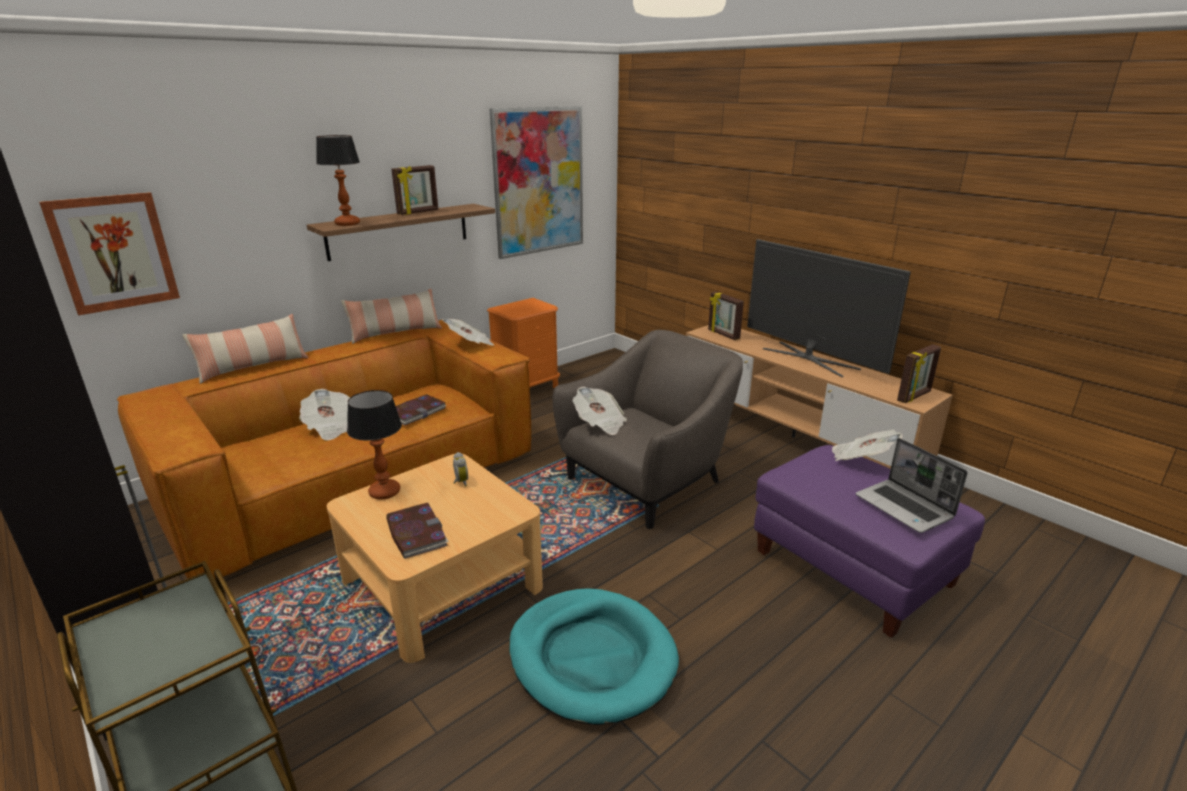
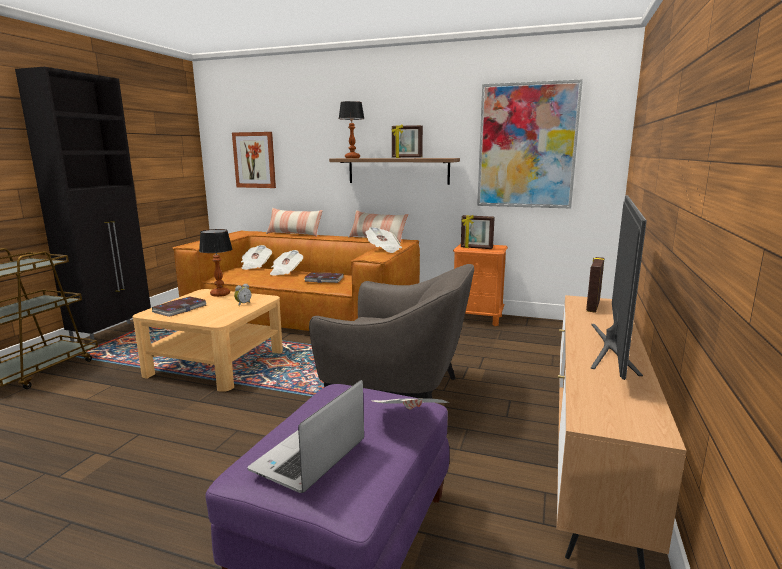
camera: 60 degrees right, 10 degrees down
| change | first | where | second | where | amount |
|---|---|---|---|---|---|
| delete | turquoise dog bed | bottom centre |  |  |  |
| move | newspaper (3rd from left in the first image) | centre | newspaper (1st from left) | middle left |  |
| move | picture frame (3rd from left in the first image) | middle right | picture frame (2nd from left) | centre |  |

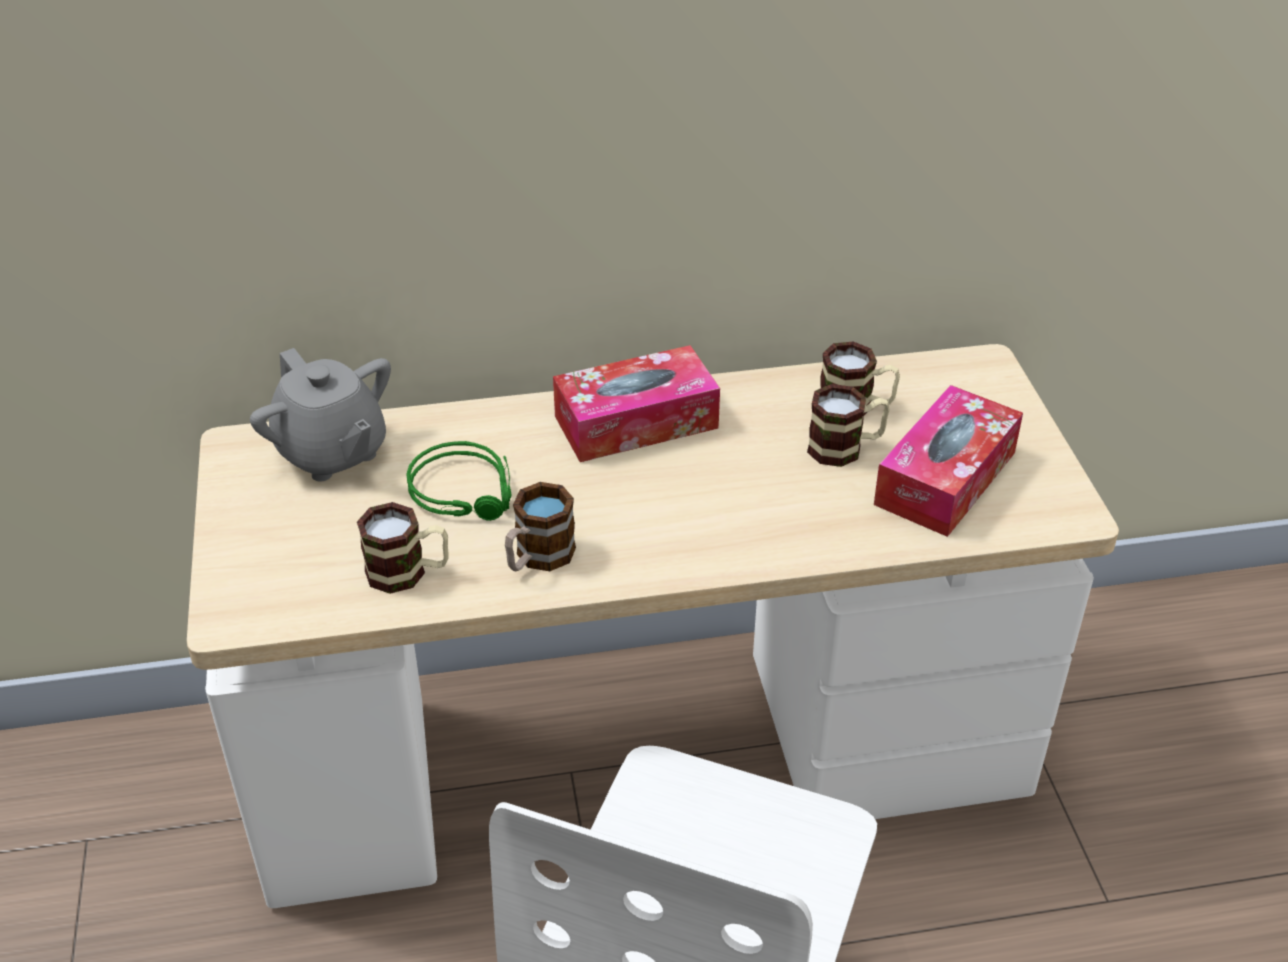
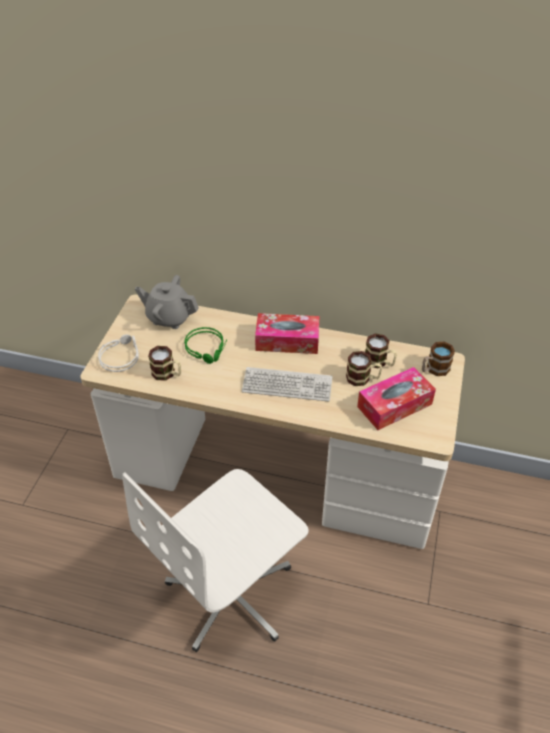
camera: 25 degrees right, 5 degrees up
| change | first | where | second | where | amount |
|---|---|---|---|---|---|
| rotate | grey teapot | middle left |  | middle left | 120 degrees clockwise |
| move | mug (2nd from left in the first image) | centre | mug (4th from left) | middle right |  |
| insert |  |  | grey headphones | middle left |  |
| insert |  |  | keyboard | centre |  |

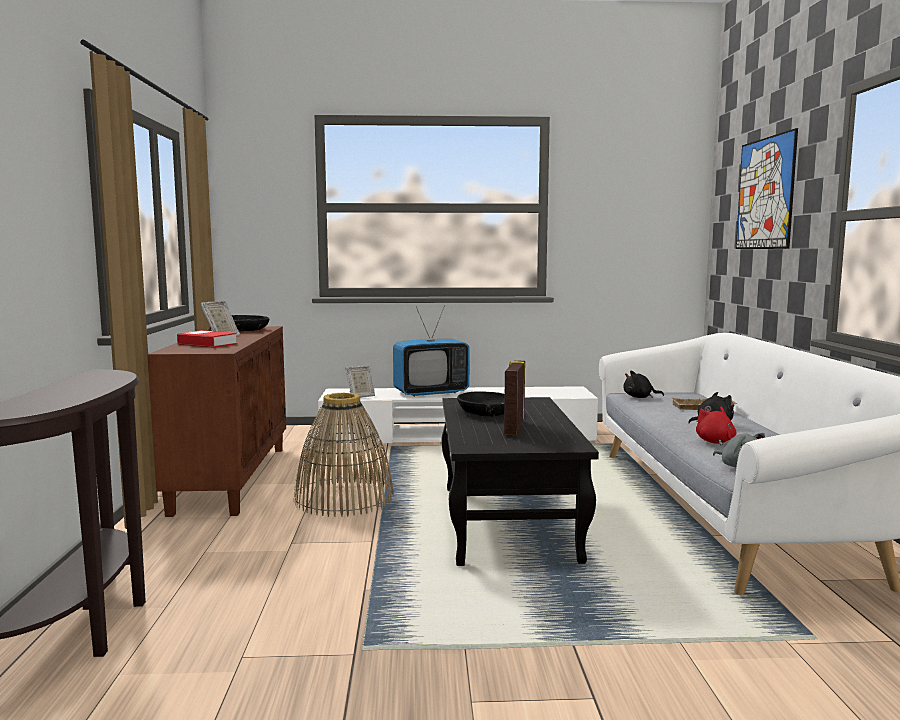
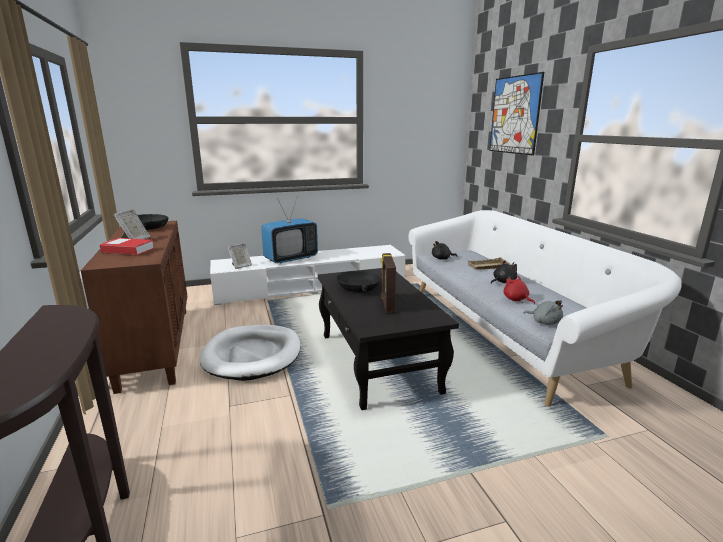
camera: 15 degrees left, 10 degrees up
| change | first | where | second | where | amount |
|---|---|---|---|---|---|
| replace | basket | centre | white dog bed | centre |  |

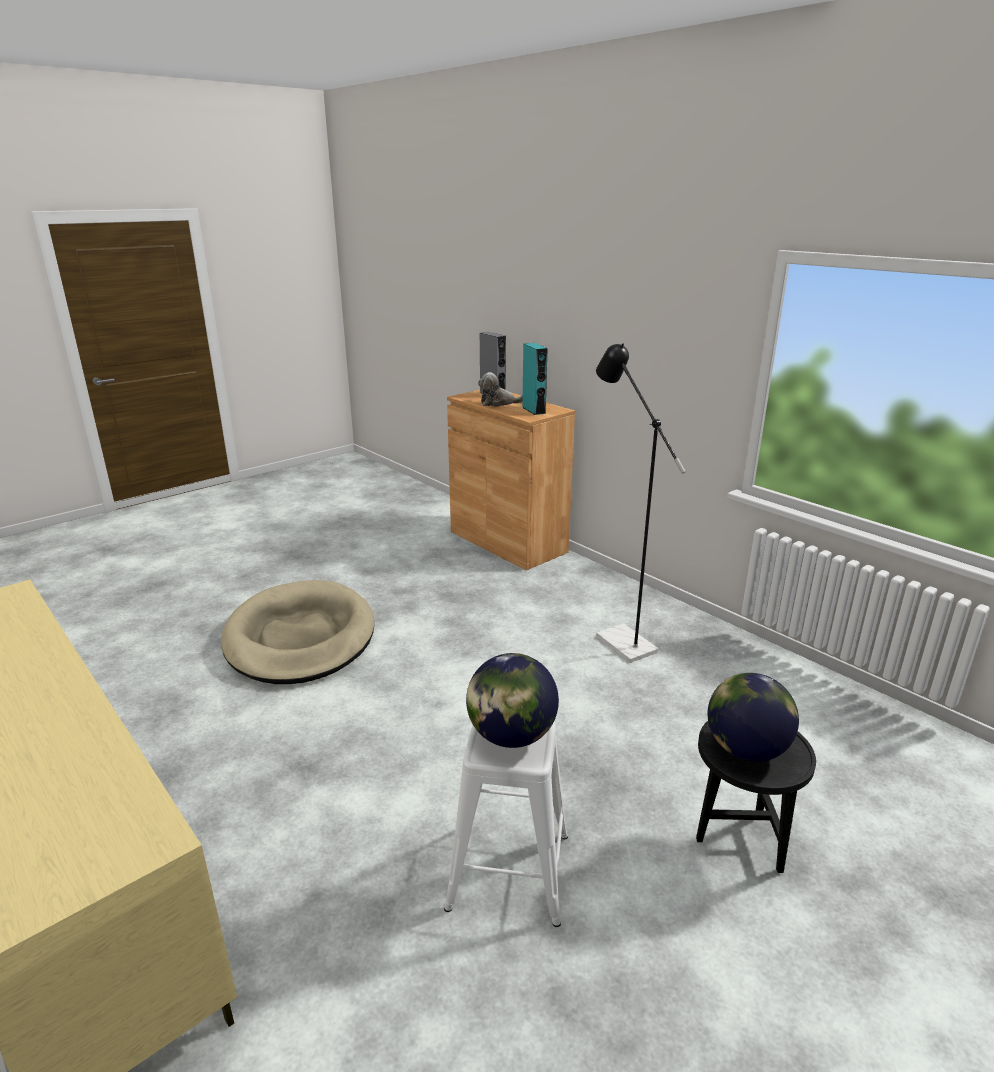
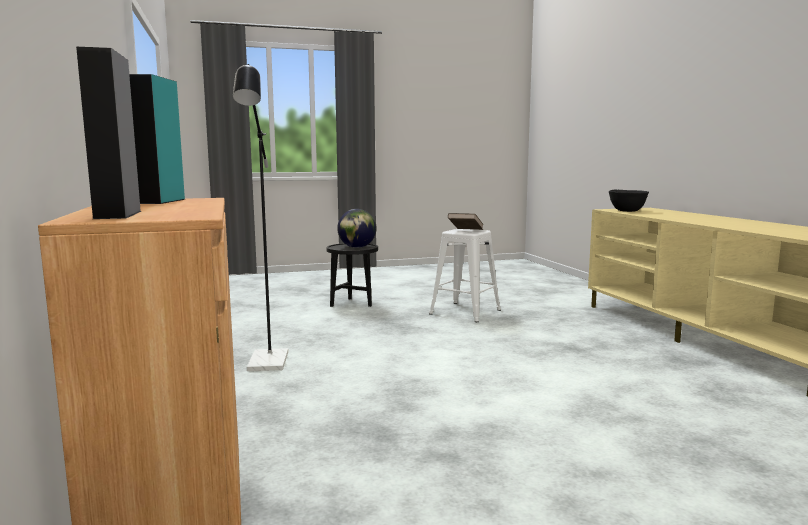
camera: 155 degrees left, 15 degrees down
| change | first | where | second | where | amount |
|---|---|---|---|---|---|
| delete | beige dog bed | middle left |  |  |  |
| replace | globe (1st from left) | centre | brown book | centre |  |
| delete | plush toy | centre |  |  |  |
| insert |  |  | black bowl | middle right |  |

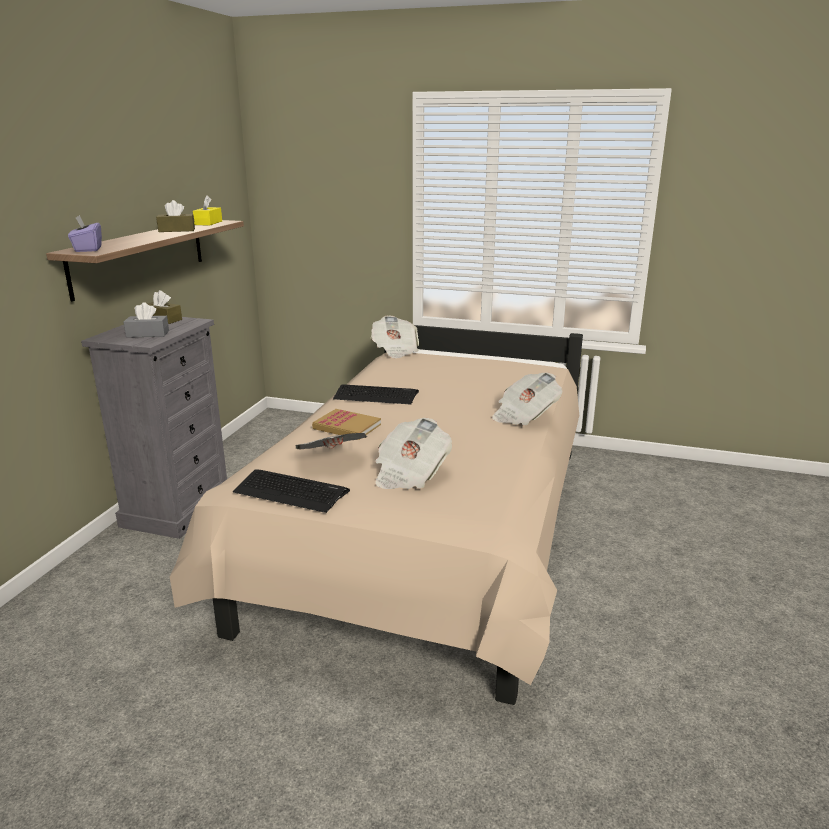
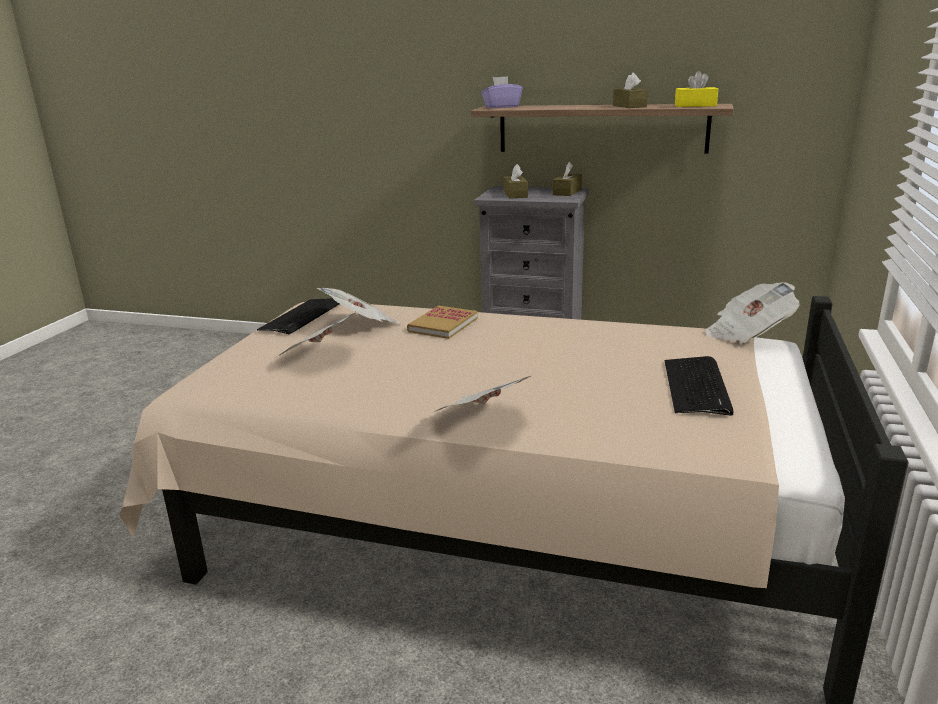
camera: 90 degrees right, 0 degrees up
| change | first | where | second | where | amount |
|---|---|---|---|---|---|
| recolor | grey tissue box | middle left | brown tissue box (1st from left) | top centre |  |
| move | keyboard (2nd from left) | centre |  | middle right |  |

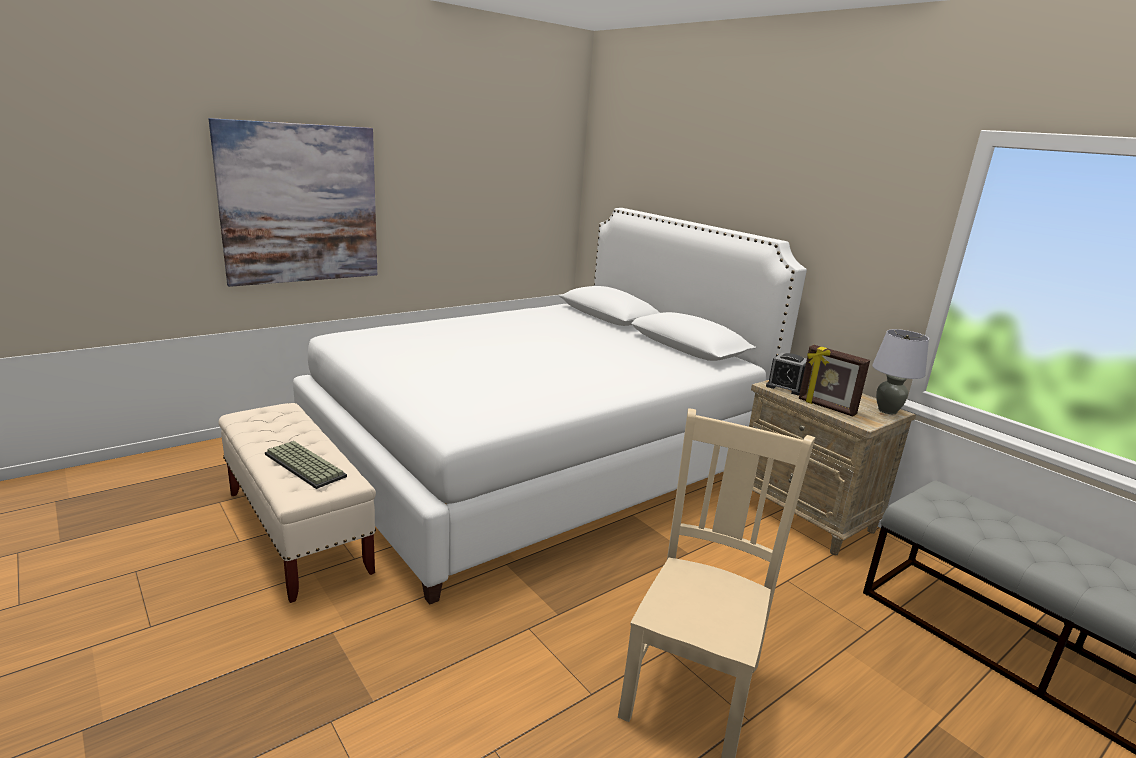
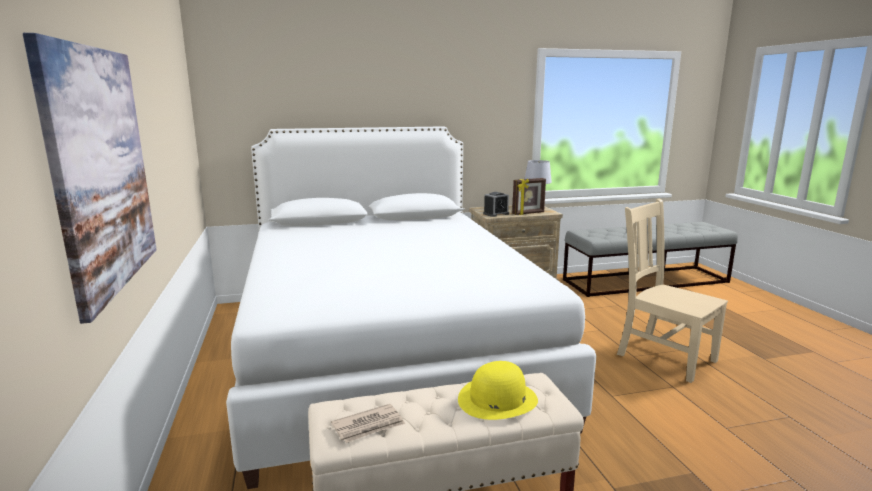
camera: 65 degrees left, 5 degrees down
| change | first | where | second | where | amount |
|---|---|---|---|---|---|
| replace | keyboard | middle left | yellow hat | bottom centre |  |
| insert |  |  | newspaper | bottom centre |  |

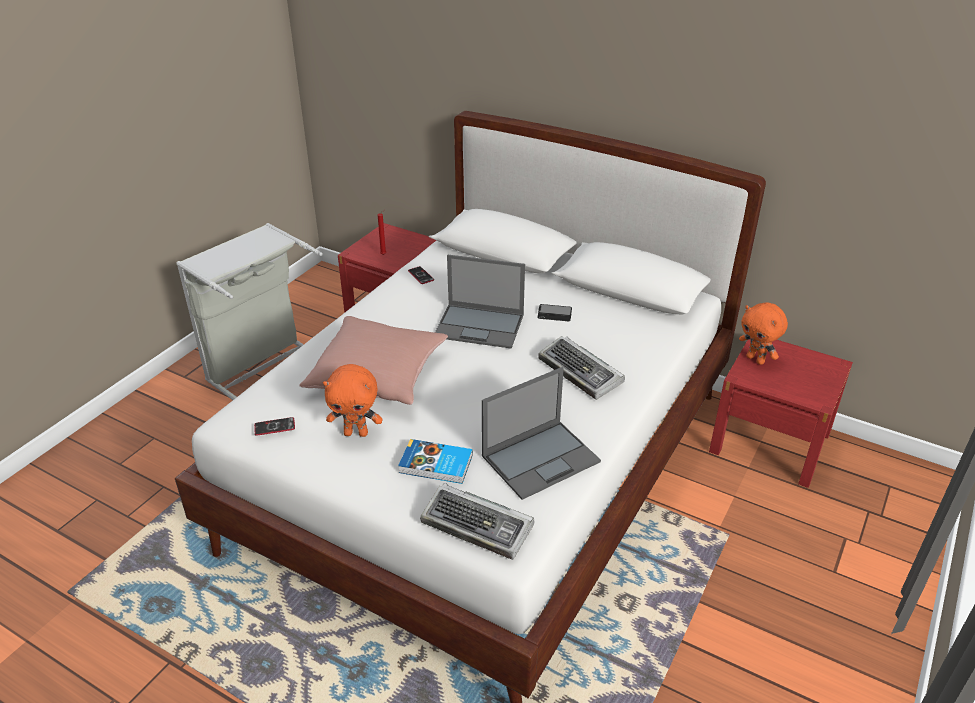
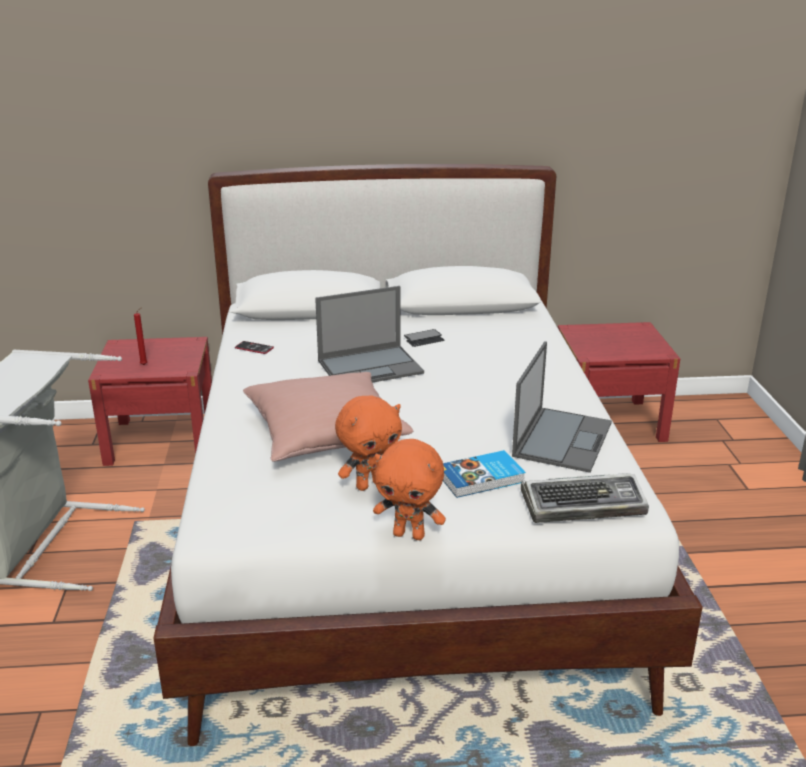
camera: 35 degrees left, 10 degrees down
| change | first | where | second | where | amount |
|---|---|---|---|---|---|
| delete | phone (1st from left) | middle left |  |  |  |
| delete | keyboard (2nd from left) | centre |  |  |  |
| move | orange plush toy (2nd from left) | middle right |  | centre |  |

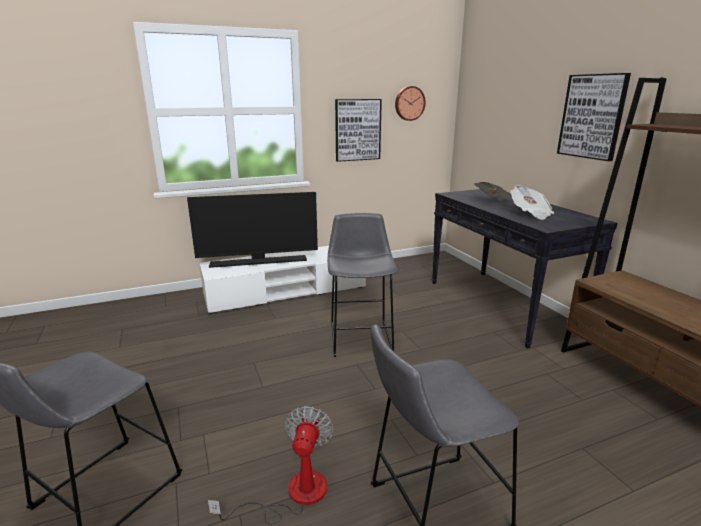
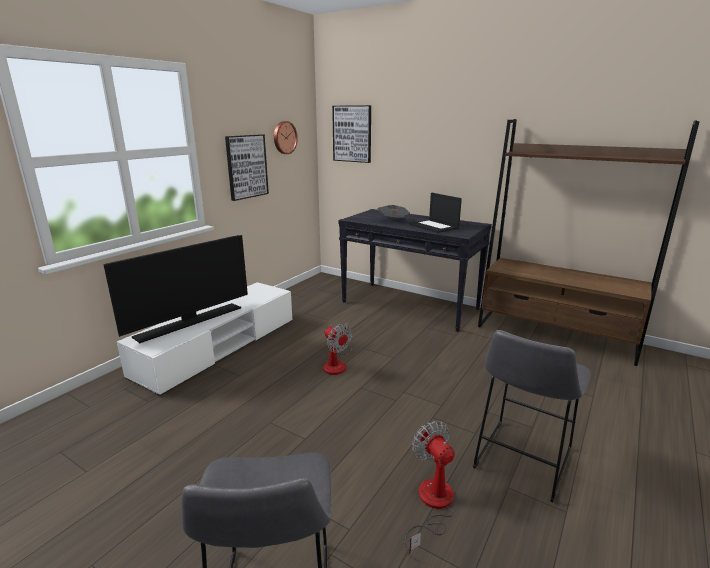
camera: 35 degrees left, 0 degrees up
| change | first | where | second | where | amount |
|---|---|---|---|---|---|
| replace | grey stool (2nd from left) | centre | fan (1st from left) | centre |  |
| replace | newspaper (2nd from left) | middle right | laptop | centre |  |
| move | picture (2nd from left) | top right |  | top centre |  |

